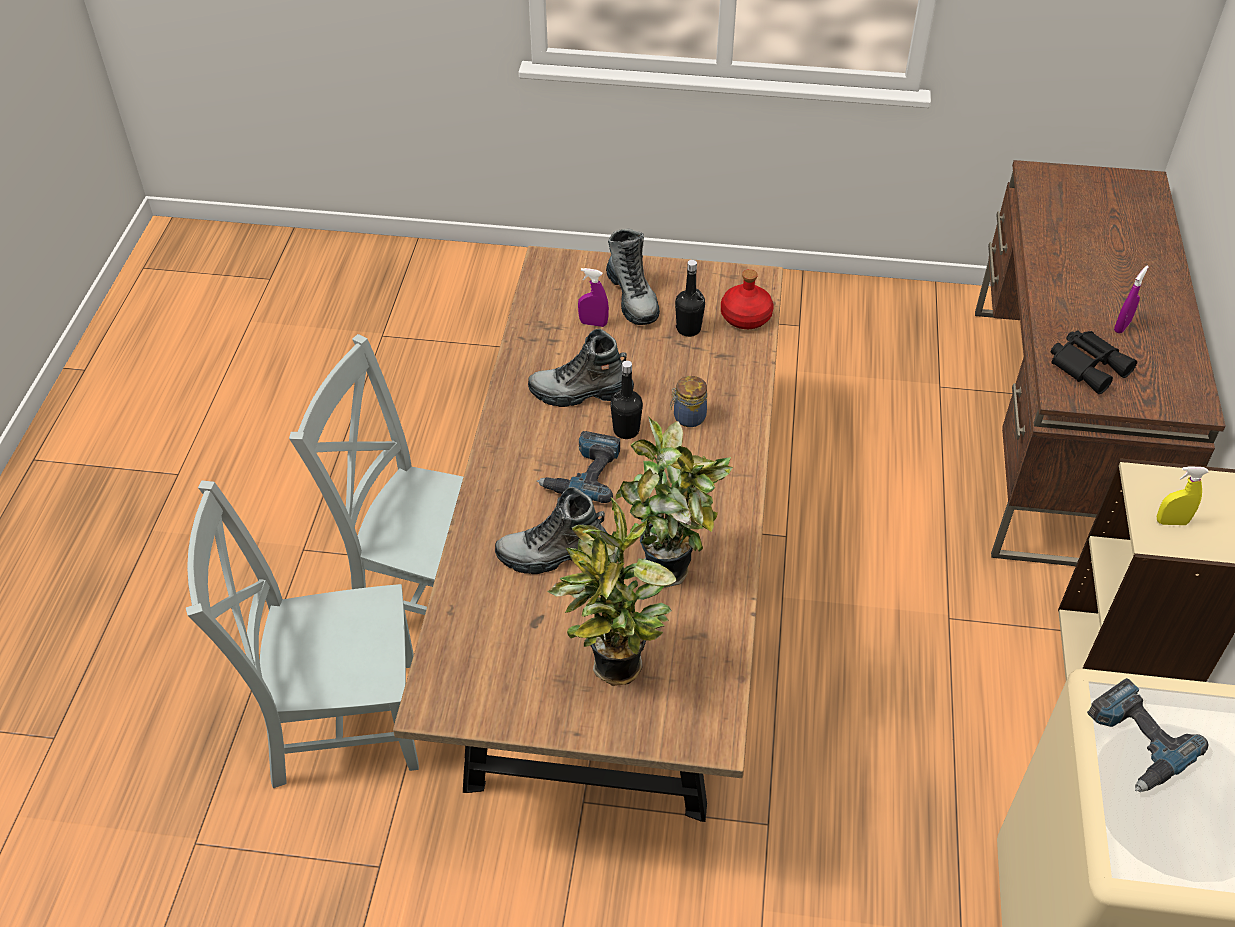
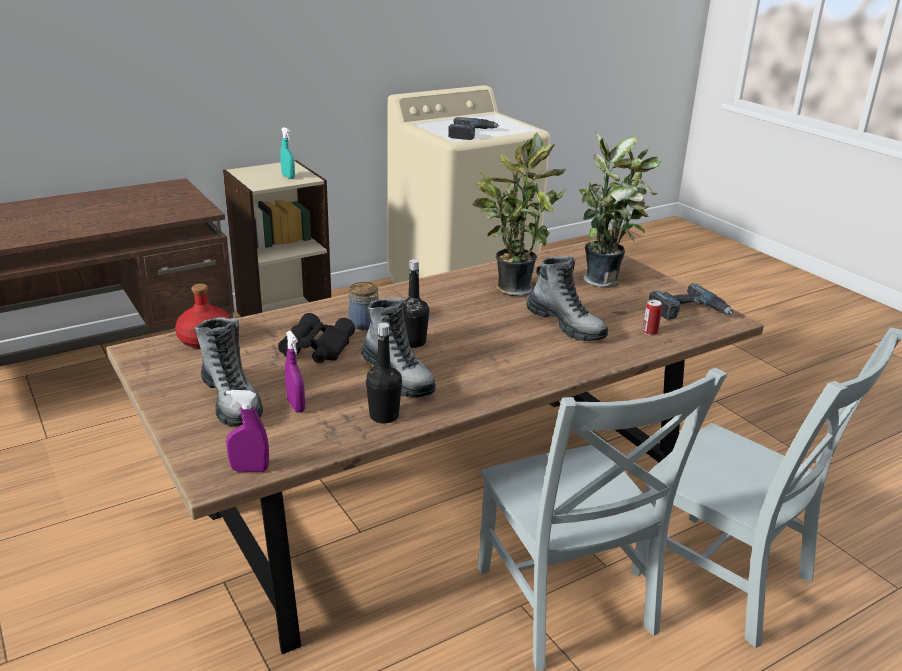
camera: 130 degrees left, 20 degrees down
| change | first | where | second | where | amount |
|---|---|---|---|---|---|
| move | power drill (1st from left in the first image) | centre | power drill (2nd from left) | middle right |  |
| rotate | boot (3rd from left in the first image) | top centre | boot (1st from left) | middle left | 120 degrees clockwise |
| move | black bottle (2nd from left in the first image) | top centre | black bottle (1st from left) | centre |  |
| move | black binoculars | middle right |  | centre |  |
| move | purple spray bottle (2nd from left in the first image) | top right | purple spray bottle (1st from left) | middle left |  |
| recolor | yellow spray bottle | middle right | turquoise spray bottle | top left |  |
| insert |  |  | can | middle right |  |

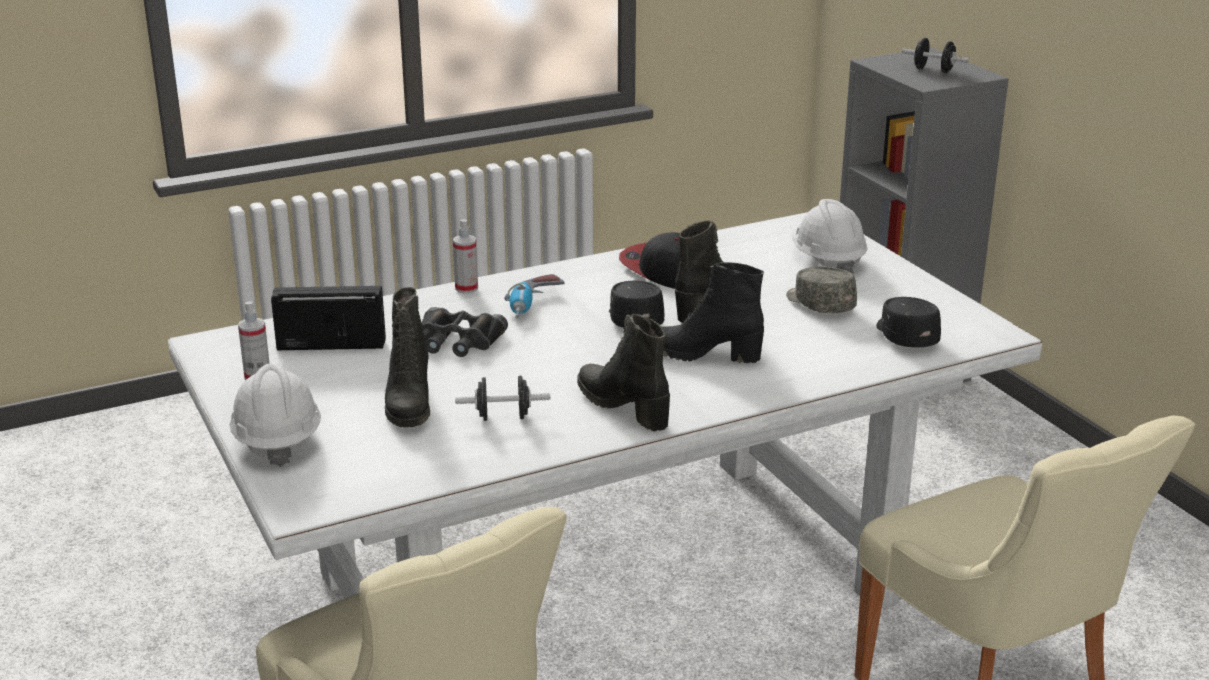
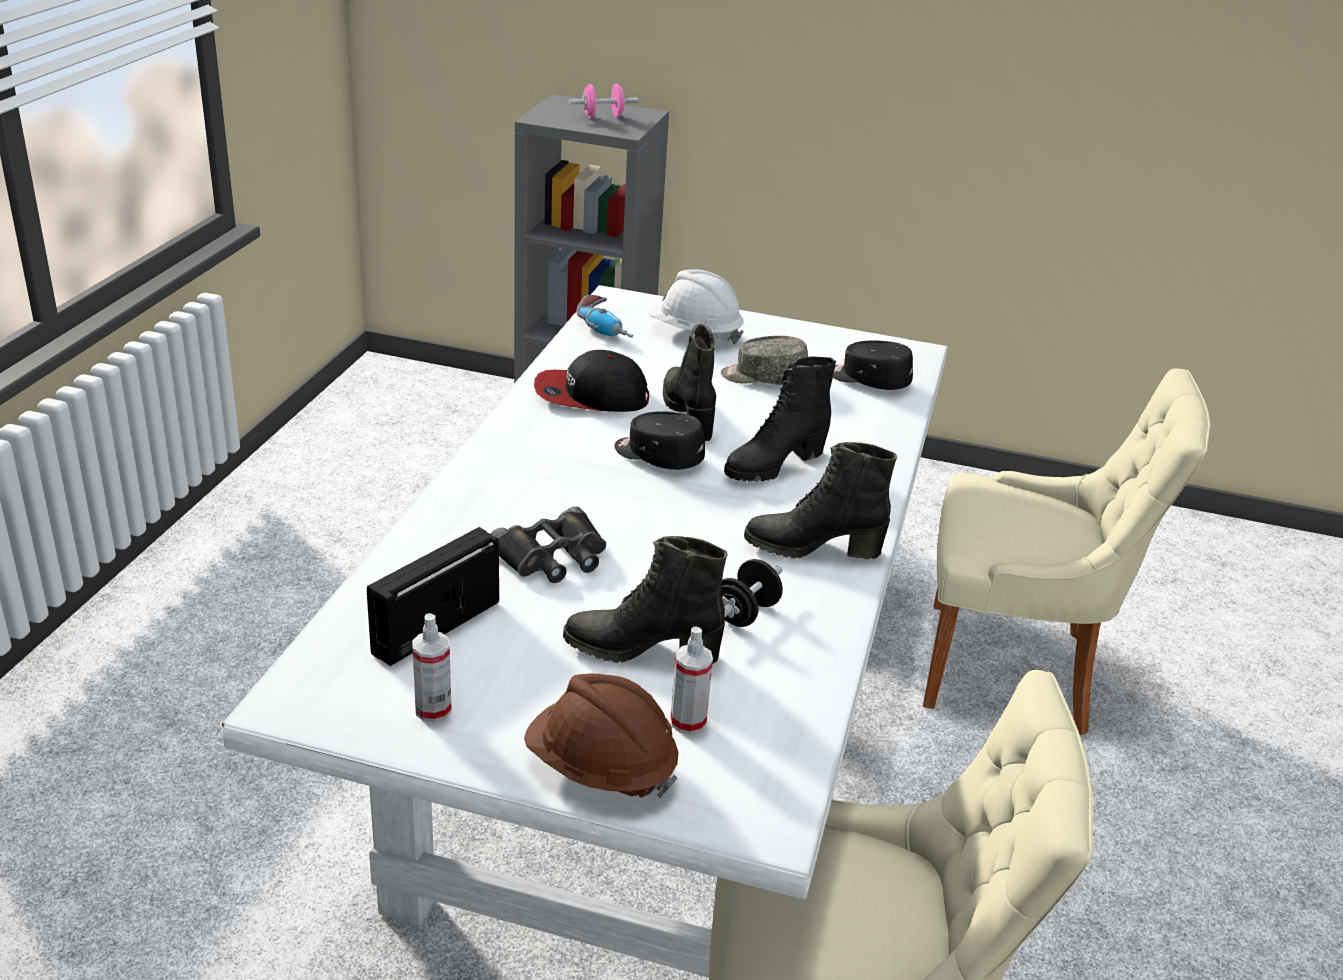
camera: 50 degrees left, 5 degrees up
| change | first | where | second | where | amount |
|---|---|---|---|---|---|
| recolor | white hard hat (1st from left) | middle left | brown hard hat | bottom centre |  |
| rotate | black boot (1st from left) | centre |  | centre | 150 degrees clockwise |
| move | spray bottle (2nd from left) | centre |  | bottom centre |  |
| move | power drill | centre |  | top centre |  |
| recolor | black dumbbell (2nd from left) | top right | pink dumbbell | top centre |  |

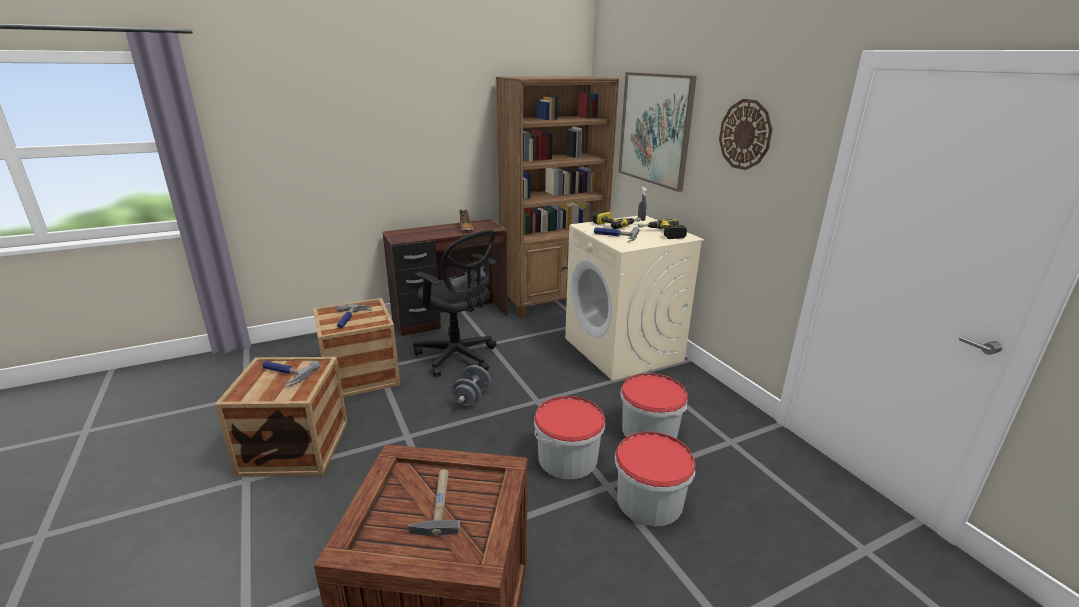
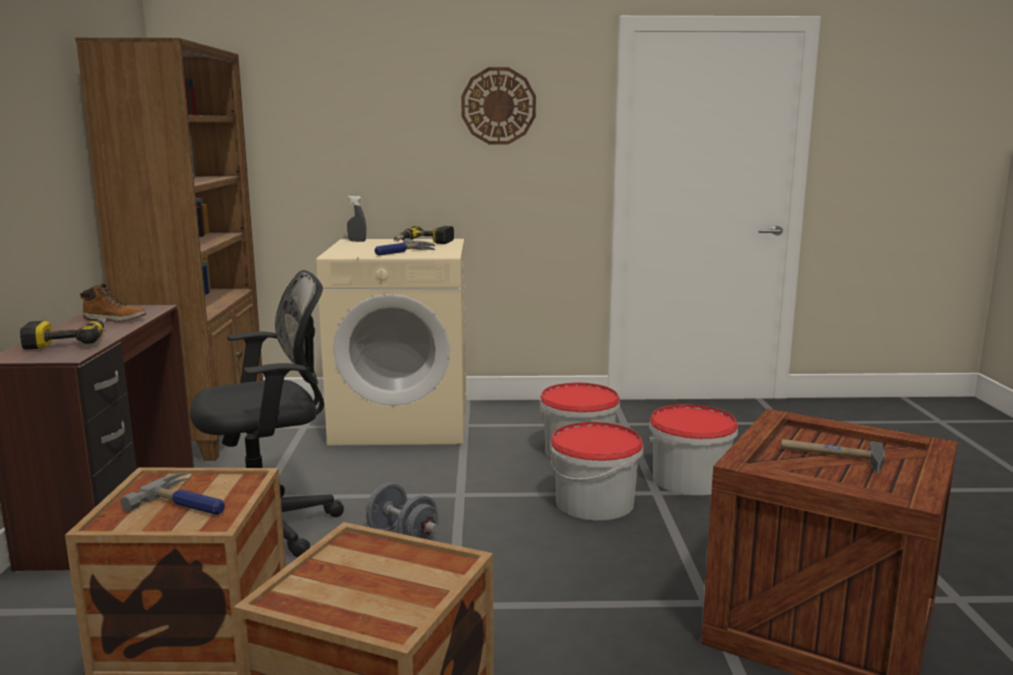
camera: 65 degrees left, 10 degrees down
| change | first | where | second | where | amount |
|---|---|---|---|---|---|
| delete | hammer (1st from left) | middle left |  |  |  |
| move | power drill (1st from left) | centre |  | middle left |  |
| delete | picture | top centre |  |  |  |

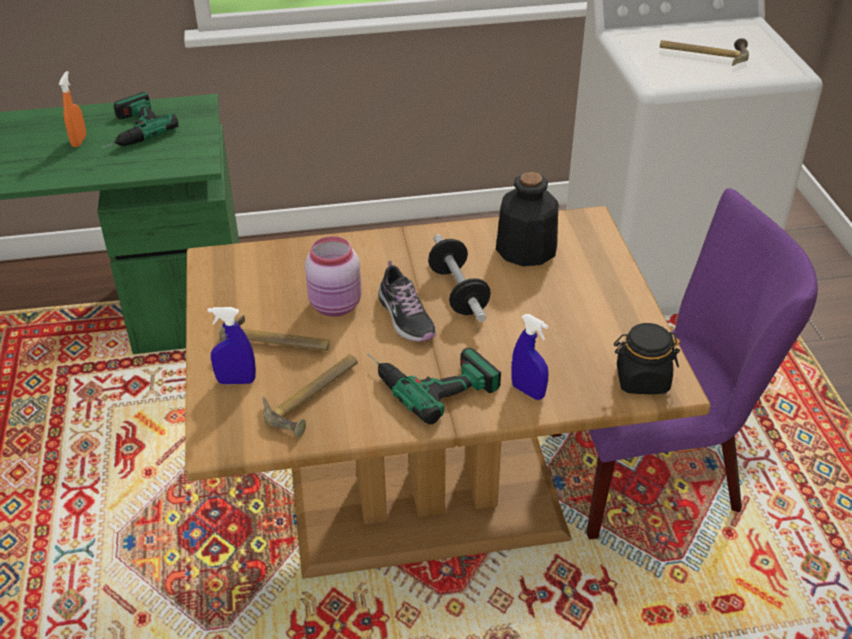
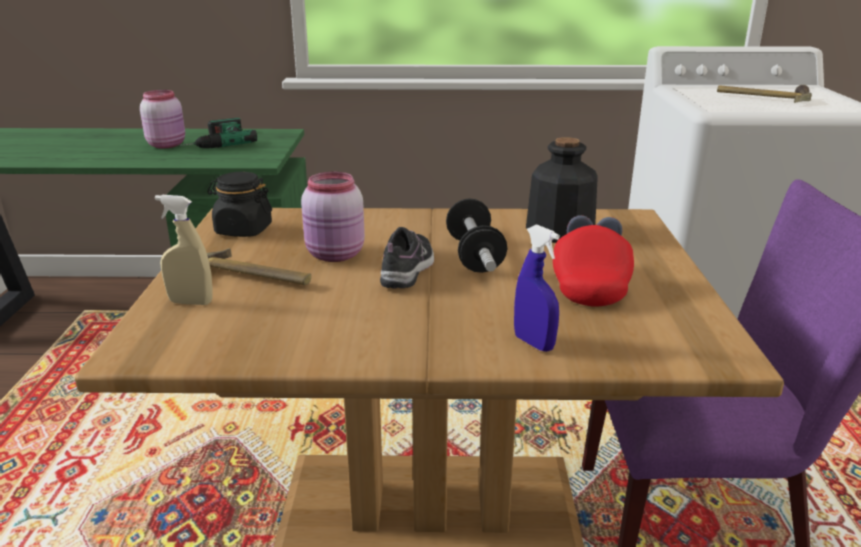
camera: 10 degrees right, 15 degrees down
| change | first | where | second | where | amount |
|---|---|---|---|---|---|
| replace | orange spray bottle | top left | pink jar (1st from left) | top left |  |
| recolor | blue spray bottle (1st from left) | middle left | beige spray bottle | middle left |  |
| delete | hammer (2nd from left) | centre |  |  |  |
| delete | power drill (2nd from left) | centre |  |  |  |
| rotate | shoe | centre |  | centre | 150 degrees counterclockwise |
| move | black jar | middle right |  | middle left |  |
| insert |  |  | red cap | middle right |  |

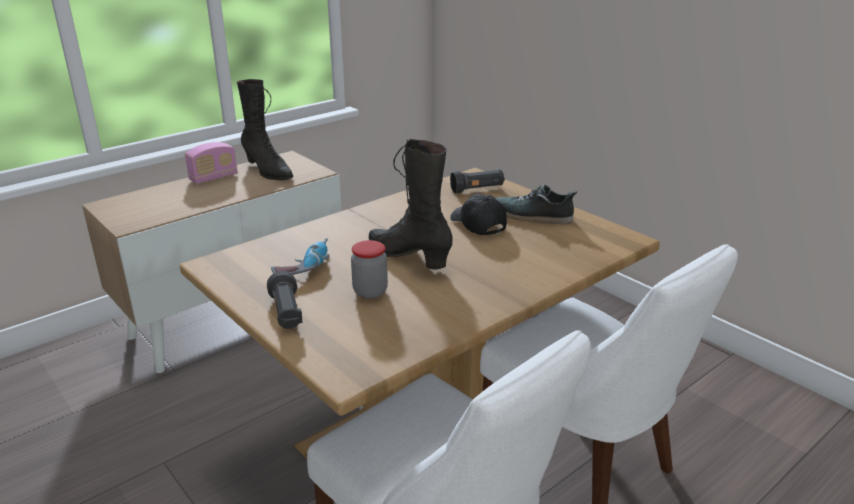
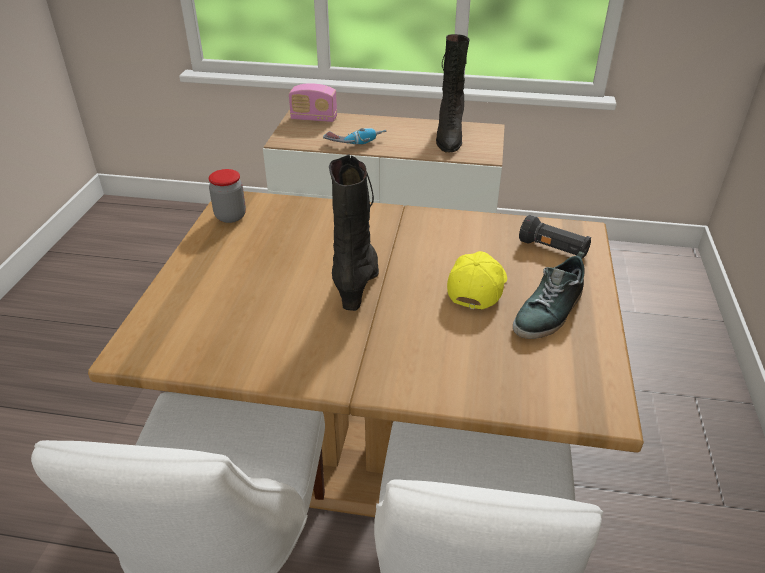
camera: 50 degrees right, 10 degrees up
| change | first | where | second | where | amount |
|---|---|---|---|---|---|
| move | radio | top left |  | top centre |  |
| delete | black flashlight (1st from left) | centre |  |  |  |
| move | power drill | centre |  | top centre |  |
| move | jar | centre |  | middle left |  |
| recolor | black cap | centre | yellow cap | centre |  |
| rotate | shoe | centre |  | middle right | 120 degrees counterclockwise |

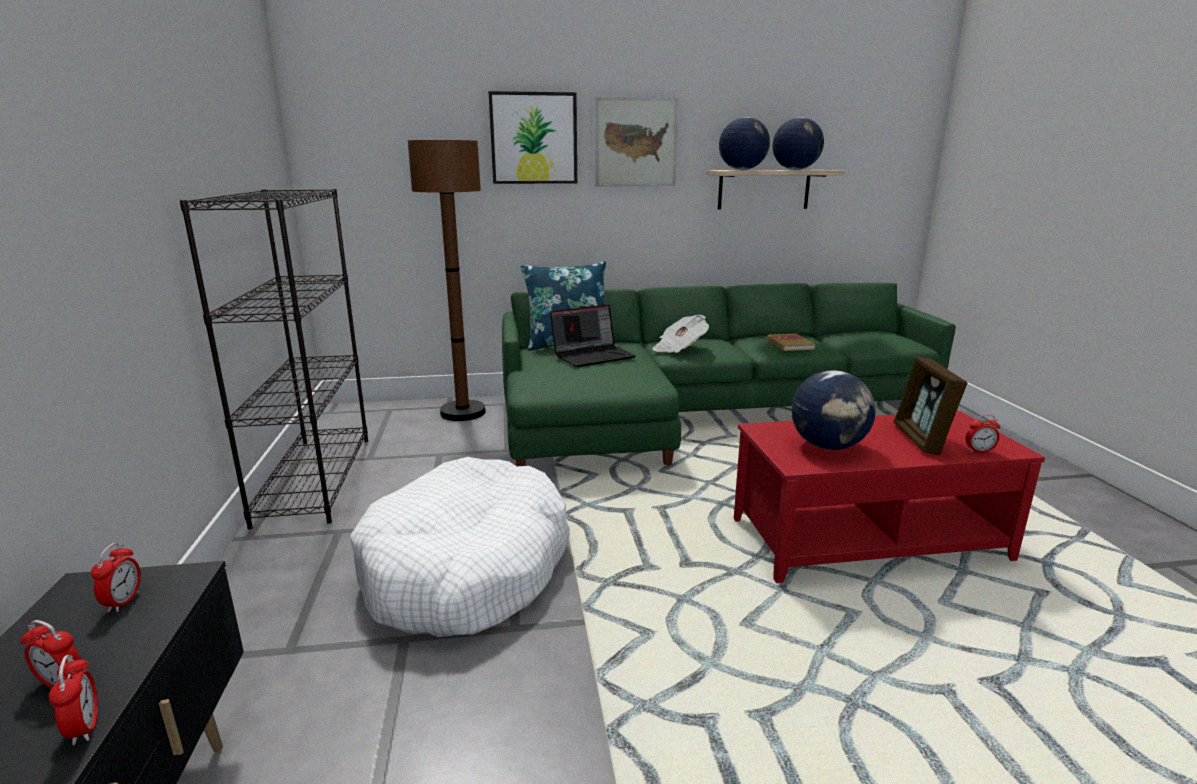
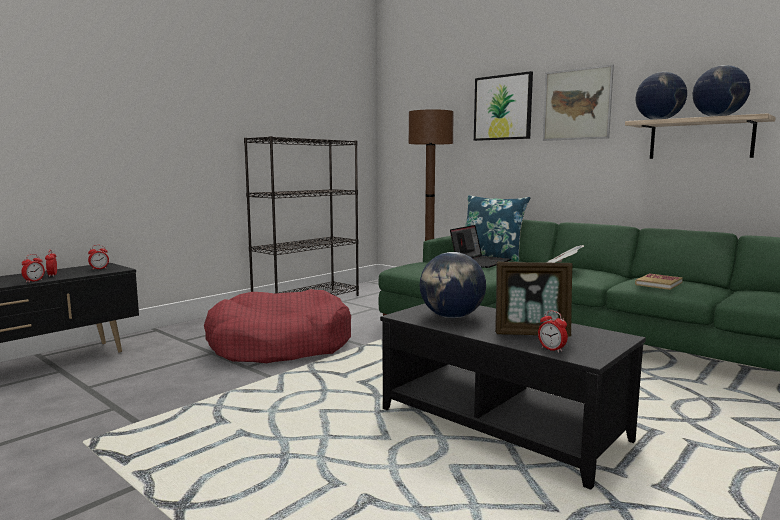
camera: 50 degrees right, 10 degrees down
| change | first | where | second | where | amount |
|---|---|---|---|---|---|
| recolor | white dog bed | bottom centre | red dog bed | centre |  |
| rotate | laptop | centre |  | centre | 75 degrees counterclockwise |
| recolor | red coffee table | middle right | black coffee table | bottom centre |  |
| rotate | picture frame | middle right |  | middle right | 135 degrees counterclockwise |

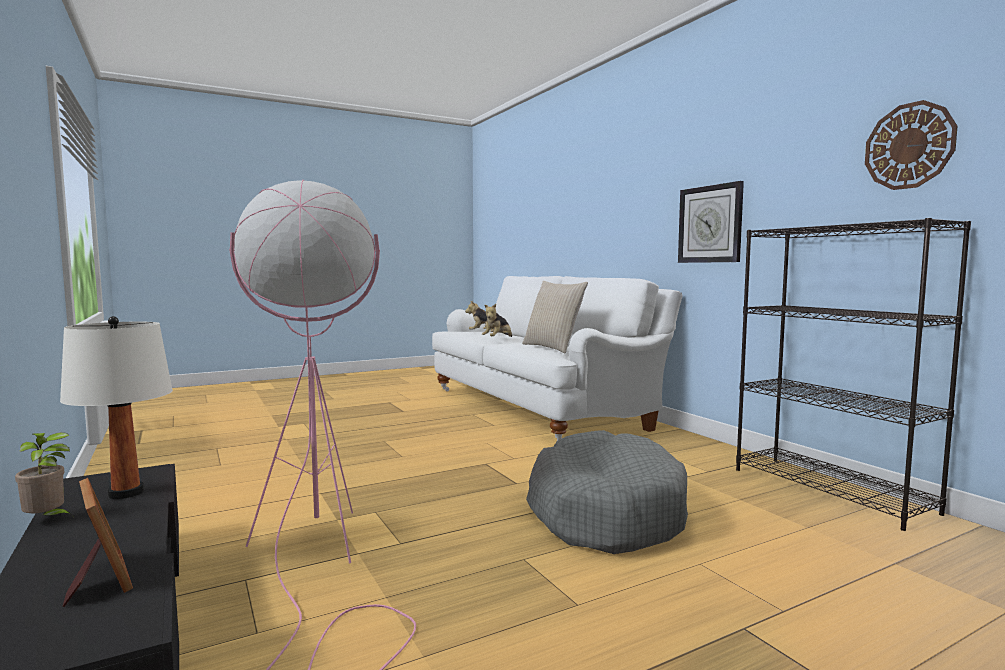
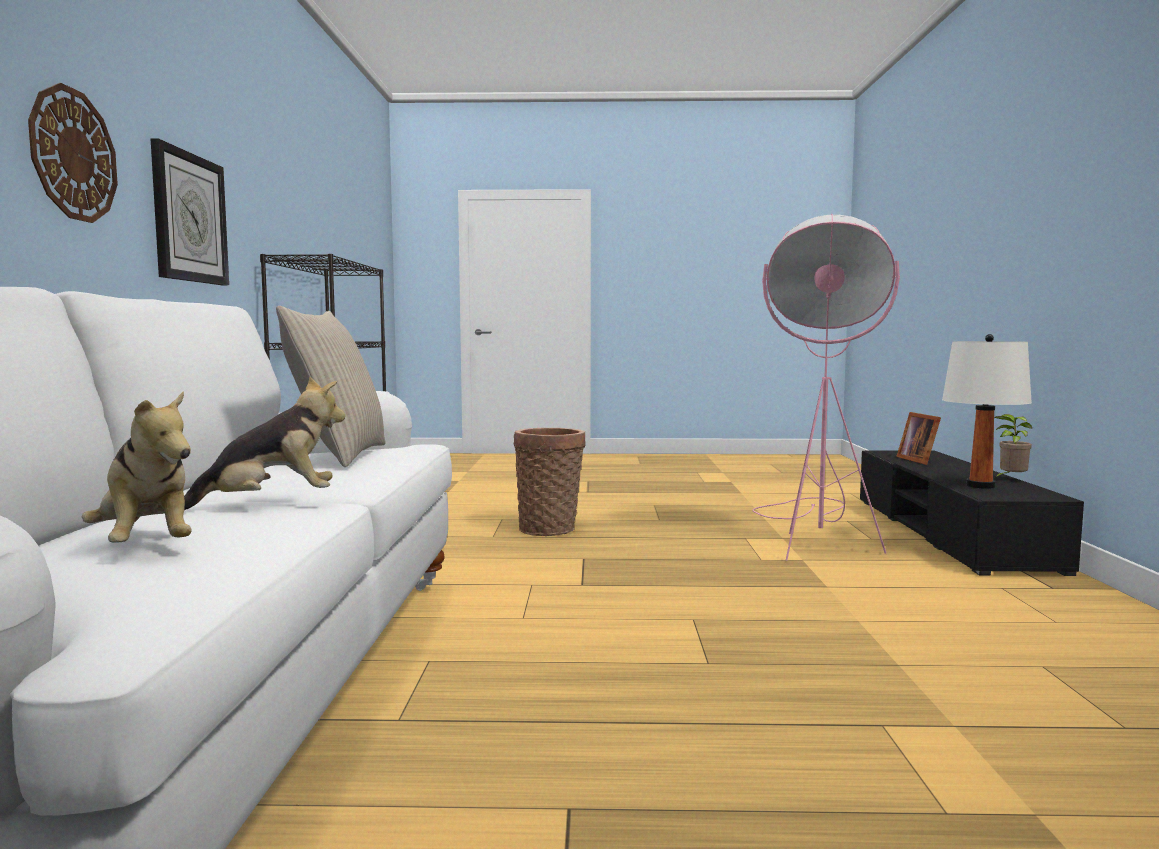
camera: 150 degrees left, 0 degrees up
| change | first | where | second | where | amount |
|---|---|---|---|---|---|
| replace | grey dog bed | bottom centre | basket | centre |  |
| move | wall clock (2nd from left in the first image) | top right | wall clock (1st from left) | top left |  |

